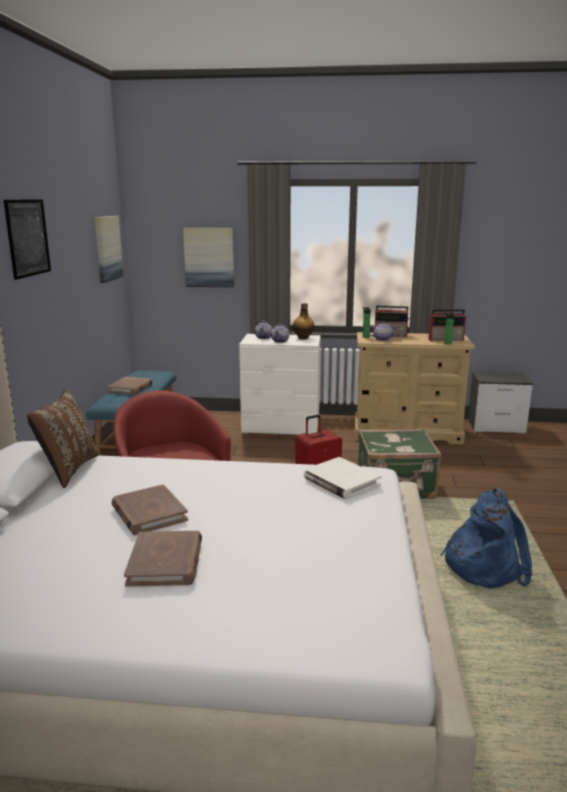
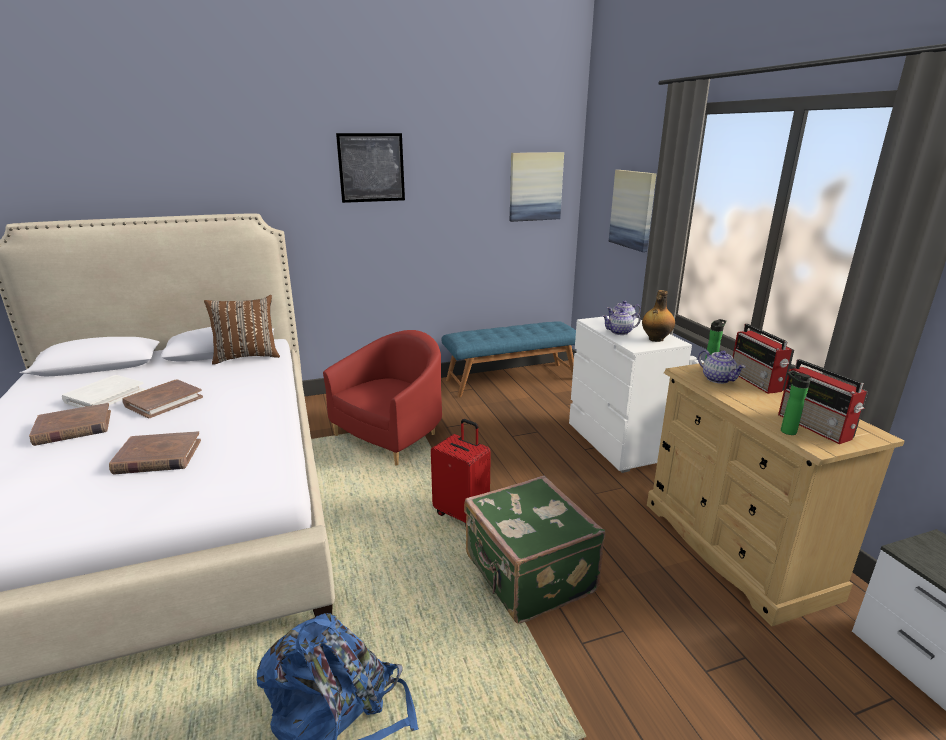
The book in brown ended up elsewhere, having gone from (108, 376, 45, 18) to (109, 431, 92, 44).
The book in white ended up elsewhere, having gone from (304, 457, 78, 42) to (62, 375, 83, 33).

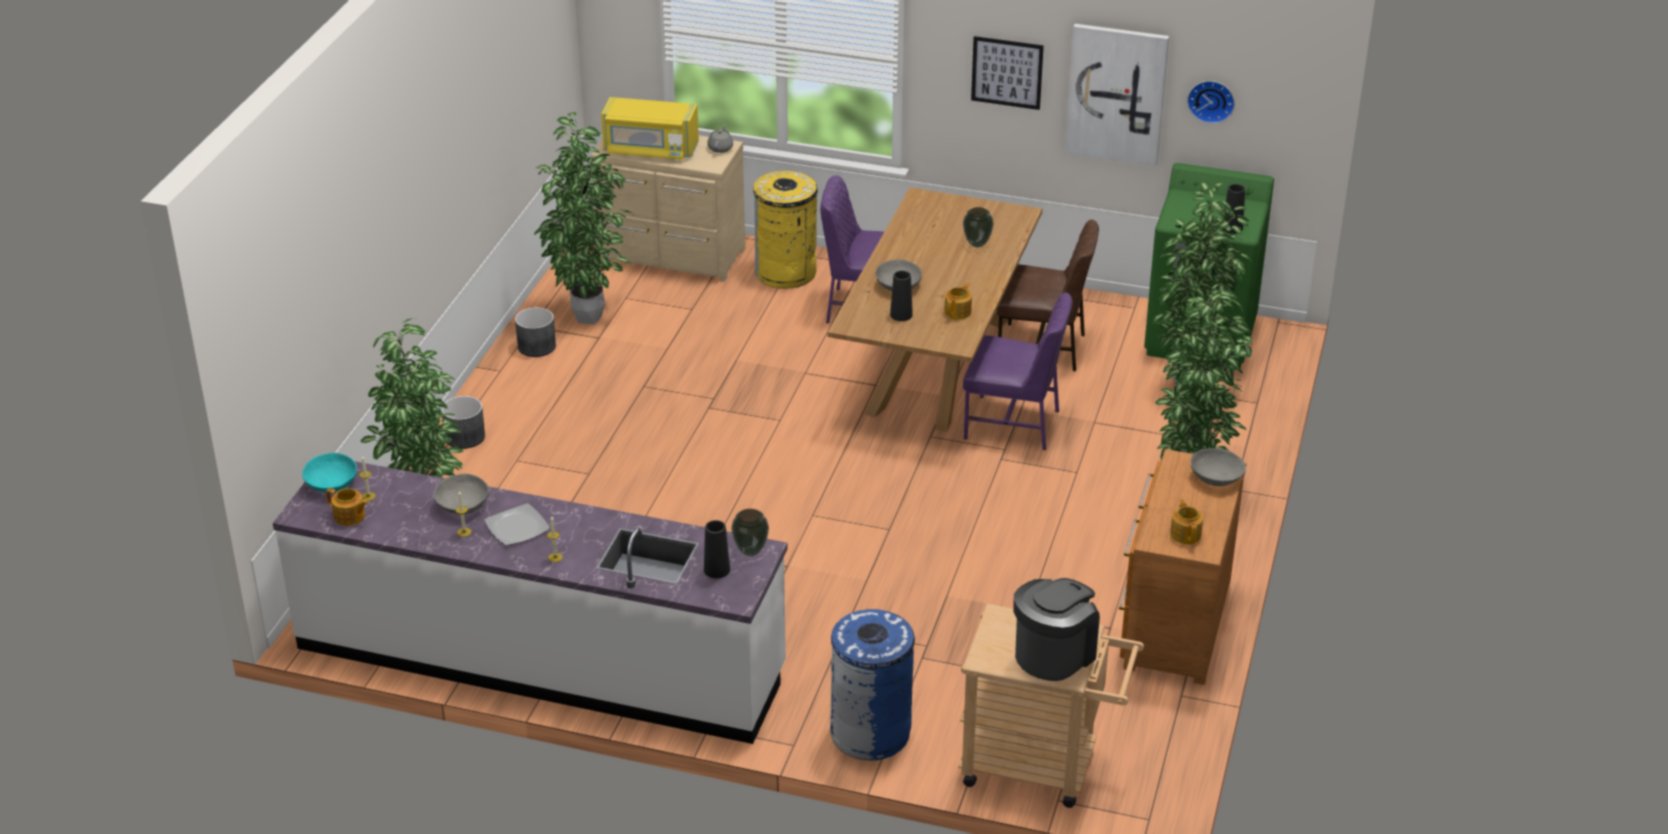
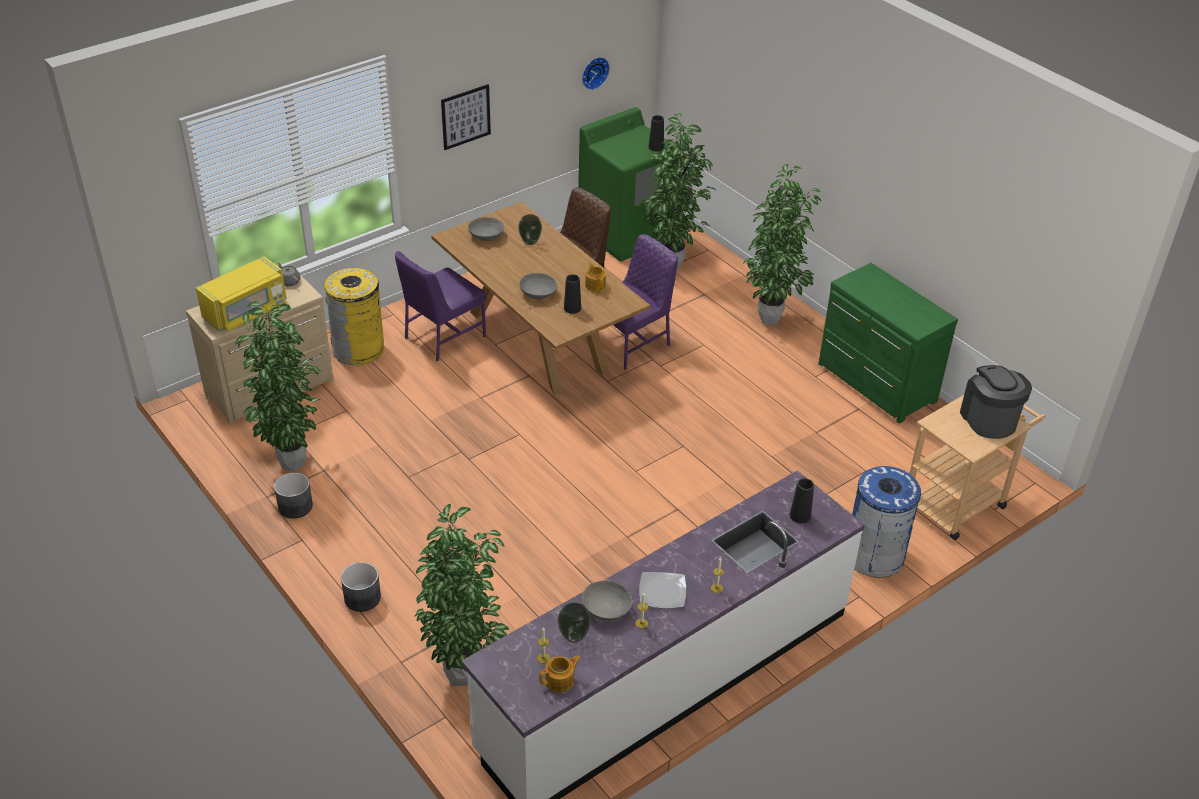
The second view lost the bowl in turquoise at (302, 453, 55, 40).
The second view lost the picture at (1065, 24, 104, 142).
The second view lost the teapot at (1170, 499, 33, 45).
The vase ended up elsewhere, having gone from (731, 509, 38, 47) to (557, 602, 34, 41).
The bowl in grey ended up elsewhere, having gone from (1190, 448, 56, 38) to (468, 217, 36, 24).
What was the dresser in brown at (1119, 449, 127, 236) turned into the dresser in green at (818, 263, 140, 161).

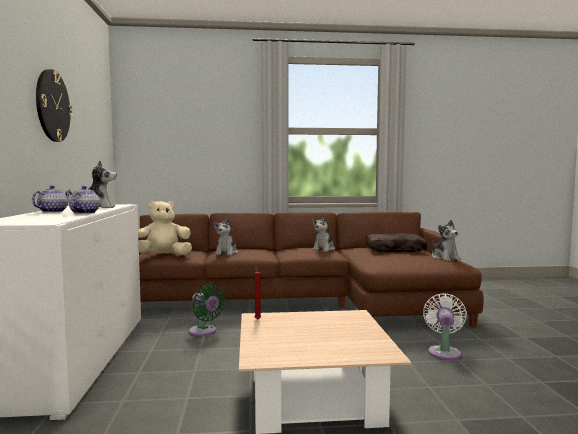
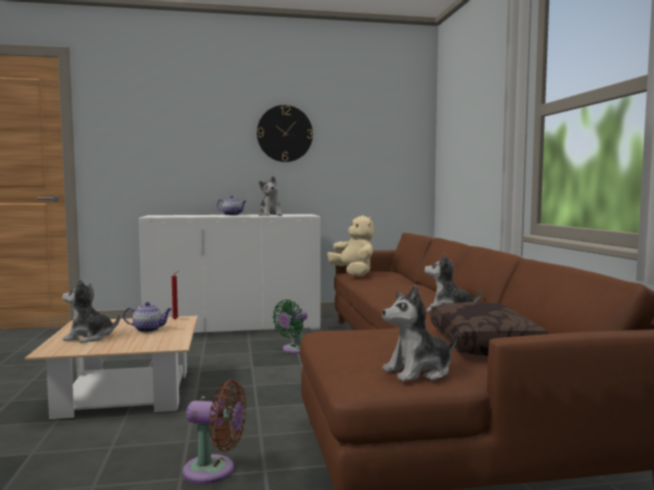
The teapot ended up elsewhere, having gone from (69, 186, 31, 28) to (123, 302, 49, 30).
The plush toy ended up elsewhere, having gone from (213, 217, 25, 39) to (62, 279, 58, 63).
What was the fan in white at (423, 293, 44, 67) turned into the fan in brown at (183, 380, 64, 104).

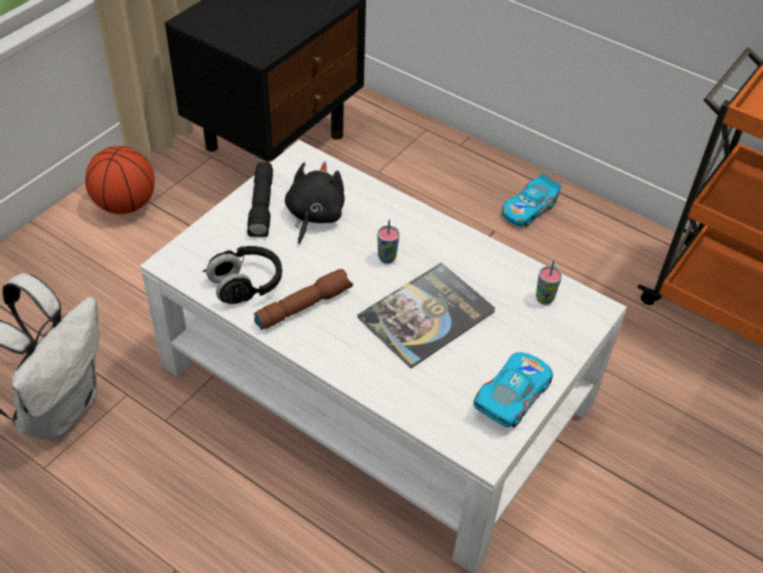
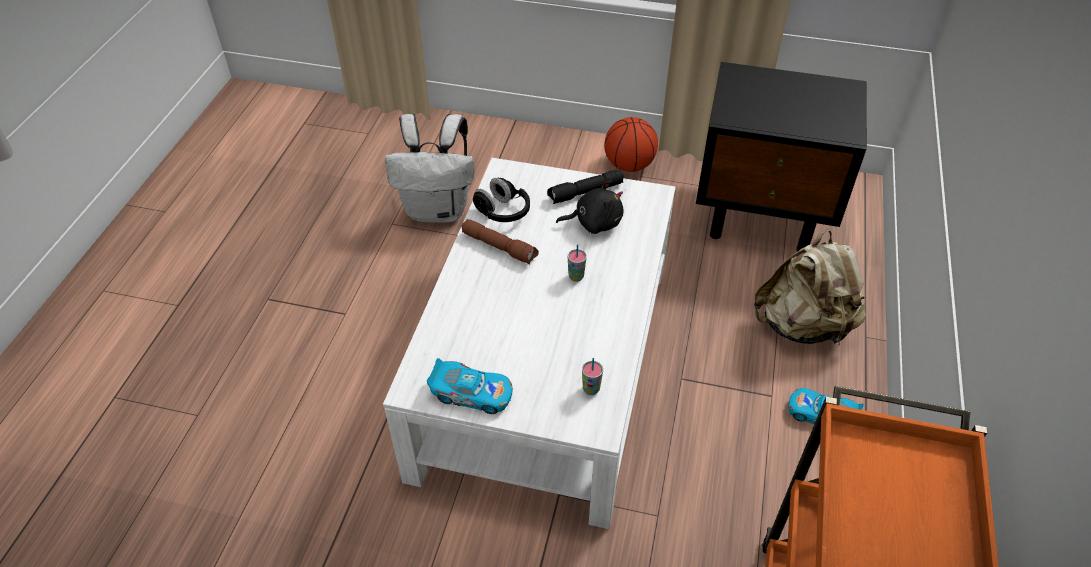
The second view lost the book at (358, 263, 137, 106).
The second view gained the backpack in beige at (754, 229, 112, 118).

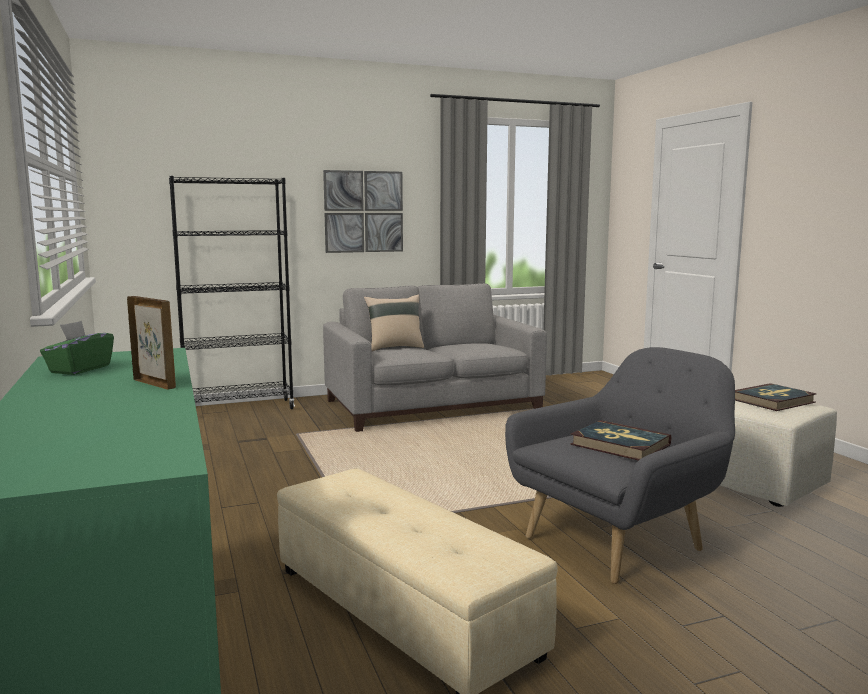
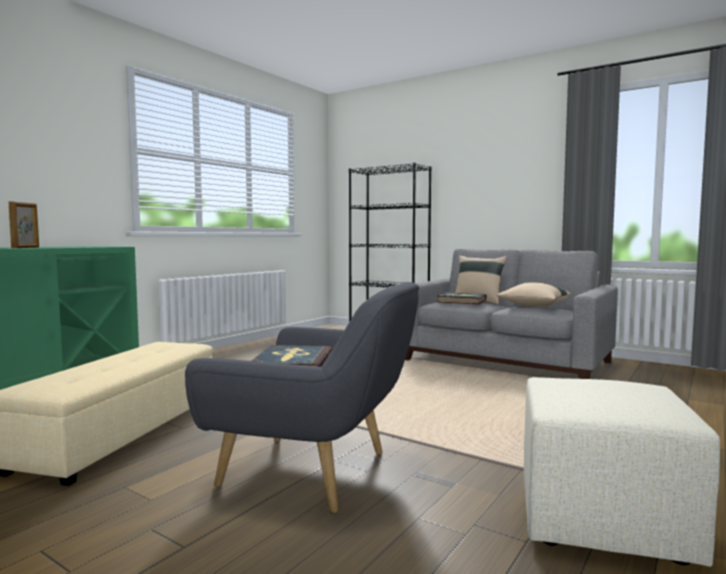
The second view lost the tissue box in green at (40, 321, 74, 54).
The second view lost the picture at (323, 170, 80, 83).
The second view gained the pillow in beige at (497, 282, 74, 25).
The book ended up elsewhere, having gone from (735, 383, 82, 28) to (437, 293, 49, 11).

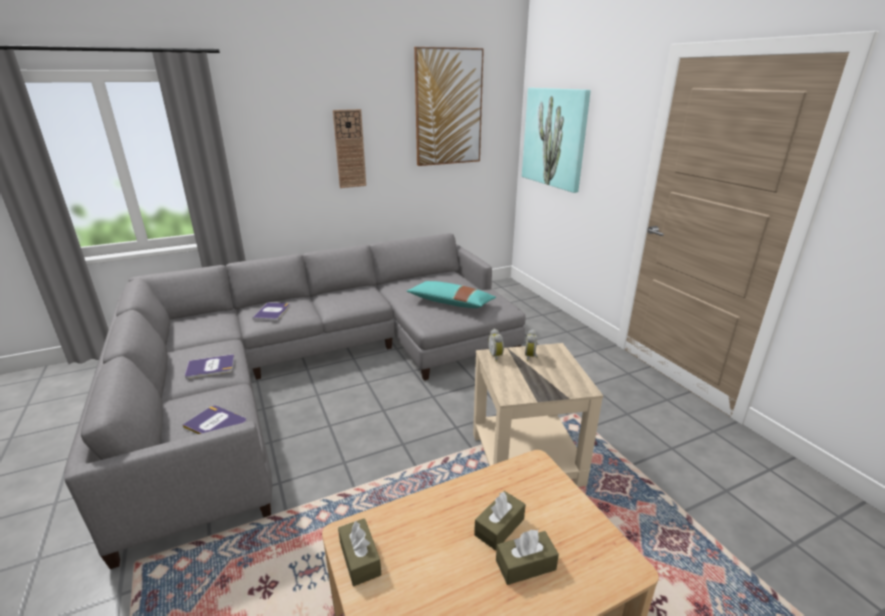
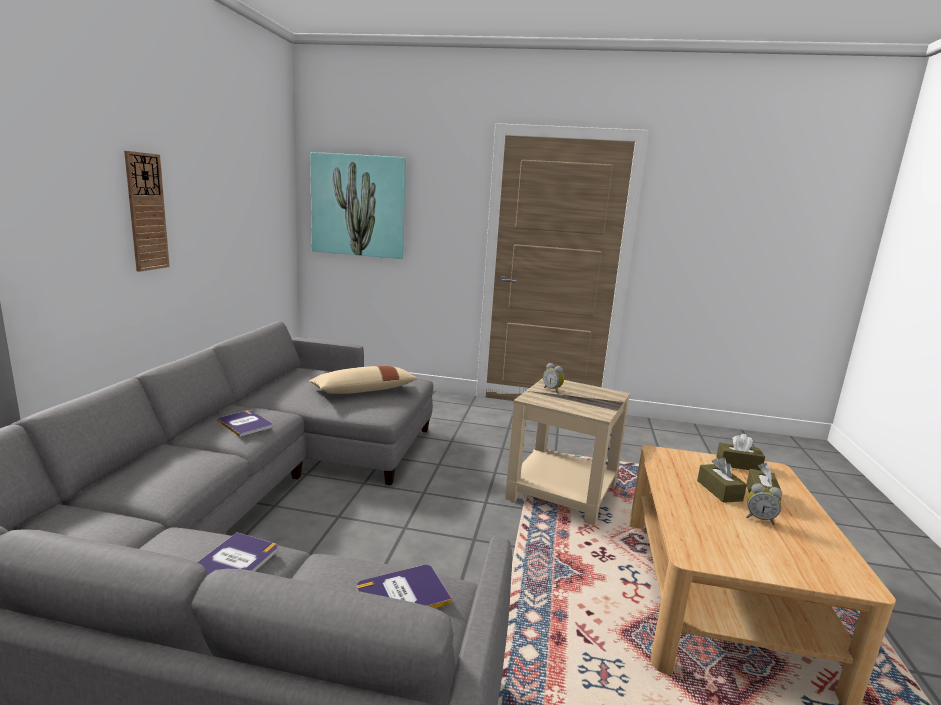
The second view lost the picture at (414, 47, 70, 119).
The book ended up elsewhere, having gone from (252, 302, 38, 19) to (216, 410, 56, 27).
The tissue box in brown ended up elsewhere, having gone from (338, 518, 43, 68) to (716, 434, 49, 37).
The alarm clock ended up elsewhere, having gone from (488, 329, 16, 32) to (746, 483, 36, 42).
What was the pillow in turquoise at (407, 281, 89, 27) turned into the pillow in beige at (309, 366, 110, 28).

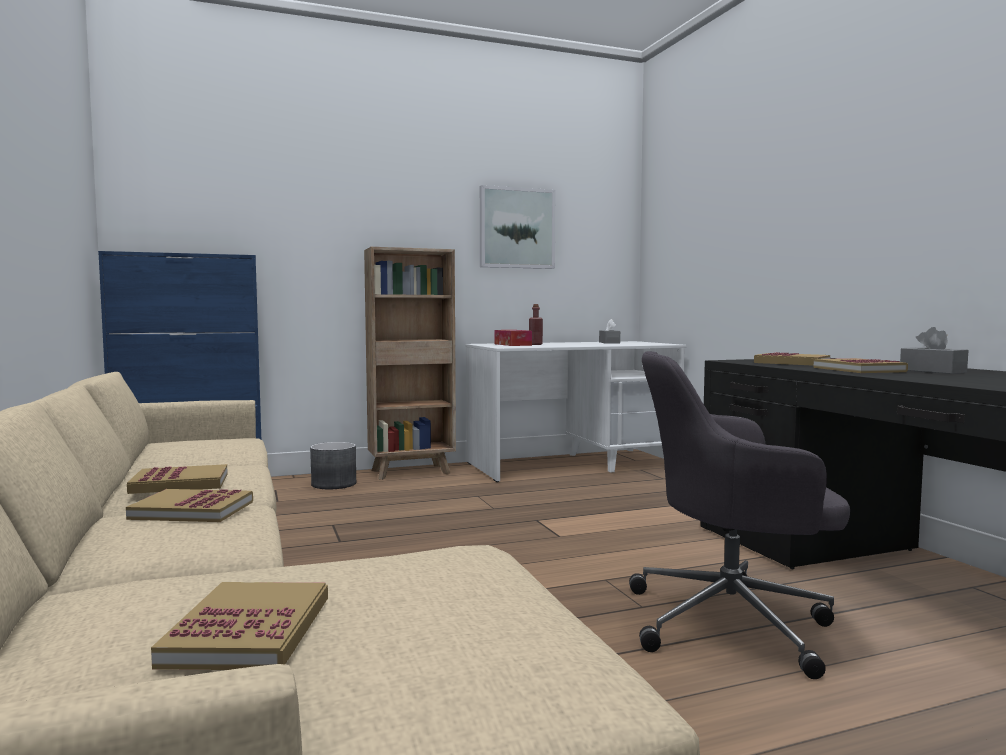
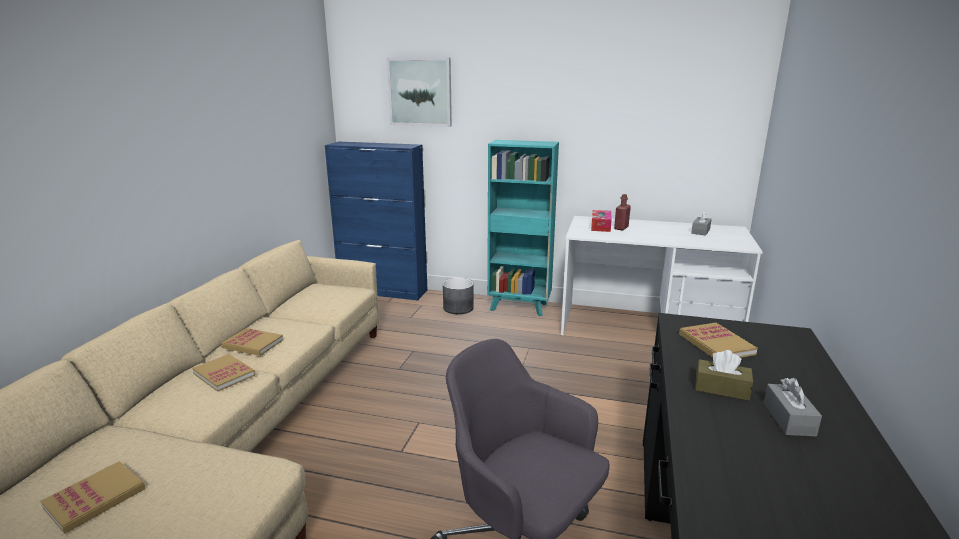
The picture ended up elsewhere, having gone from (480, 185, 75, 84) to (387, 58, 65, 69).
Where the book stood at (813, 358, 95, 15), the tissue box in brown came to stand at (695, 350, 58, 51).
What was the bookcase in brown at (364, 247, 92, 233) turned into the bookcase in turquoise at (487, 140, 72, 176).

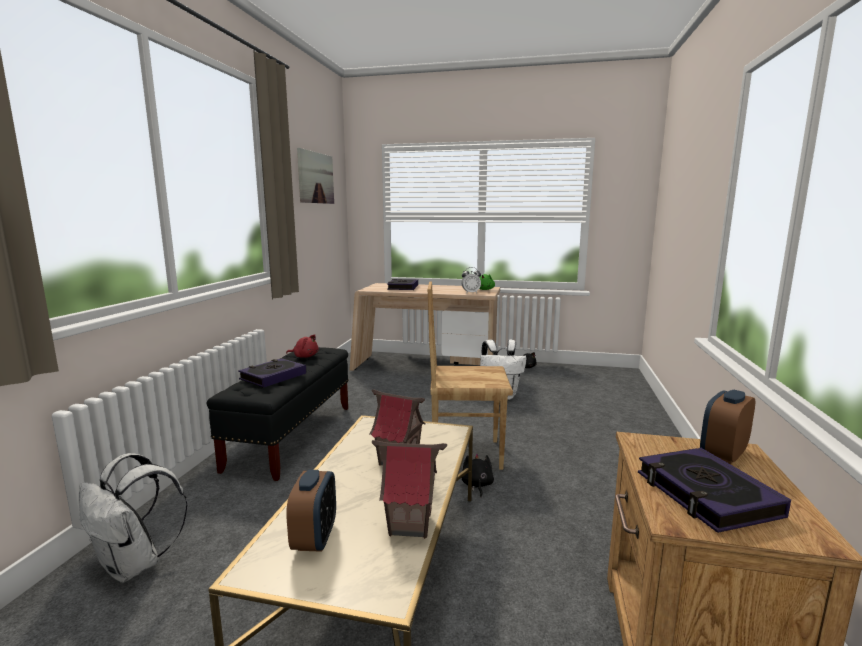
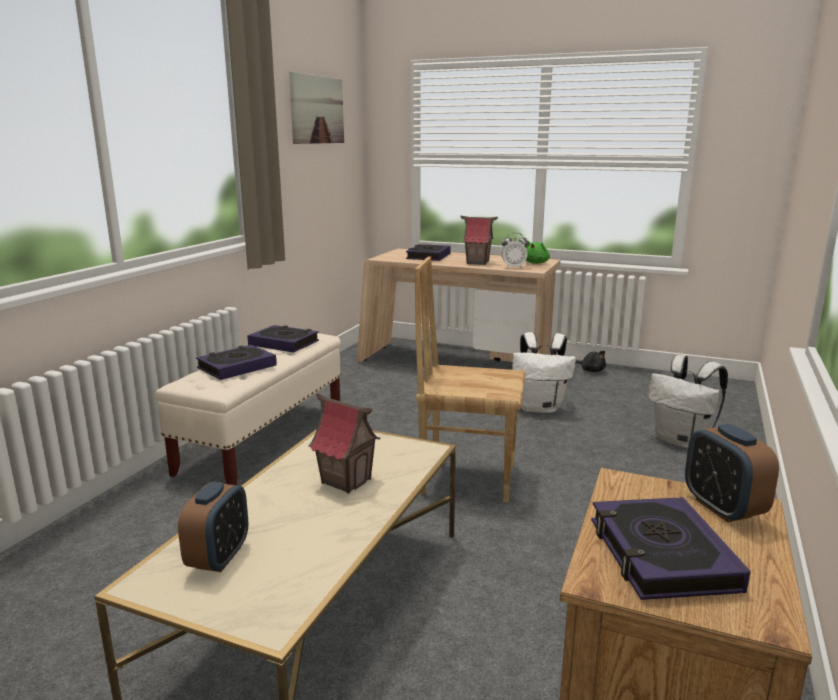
The second view lost the plush toy in black at (462, 453, 32, 45).
The backpack in white ended up elsewhere, having gone from (79, 453, 109, 130) to (648, 355, 80, 94).
The toy house ended up elsewhere, having gone from (372, 440, 75, 99) to (460, 216, 38, 49).
Where the plush toy in red stood at (286, 334, 33, 24), the book came to stand at (247, 325, 72, 28).
What was the bench in black at (207, 347, 142, 134) turned into the bench in beige at (155, 333, 186, 152).
The alarm clock at (700, 390, 55, 74) ended up facing another way, 75 degrees counterclockwise from before.

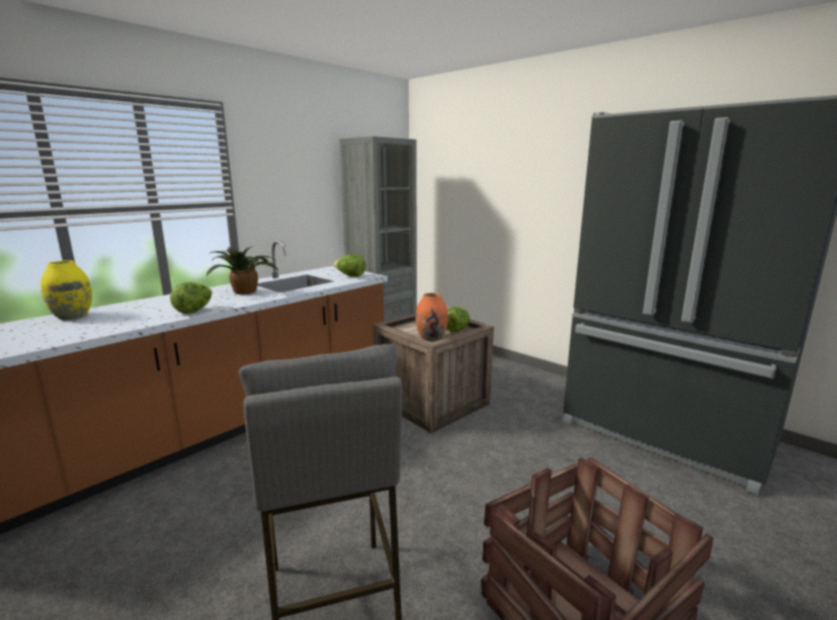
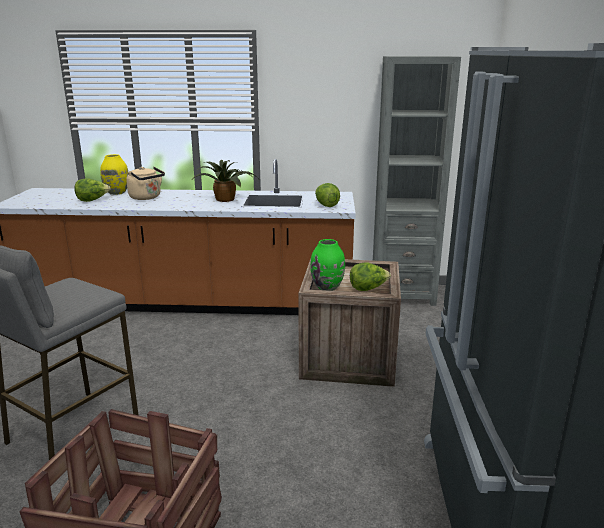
The second view gained the kettle in beige at (126, 167, 39, 33).
The lettuce ended up elsewhere, having gone from (170, 282, 42, 32) to (75, 178, 36, 24).
What was the vase in orange at (416, 293, 32, 49) turned into the vase in green at (310, 239, 35, 52).

